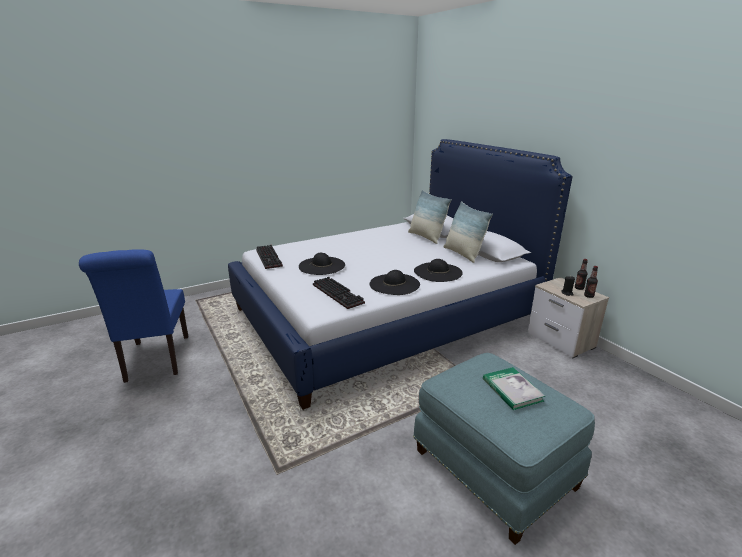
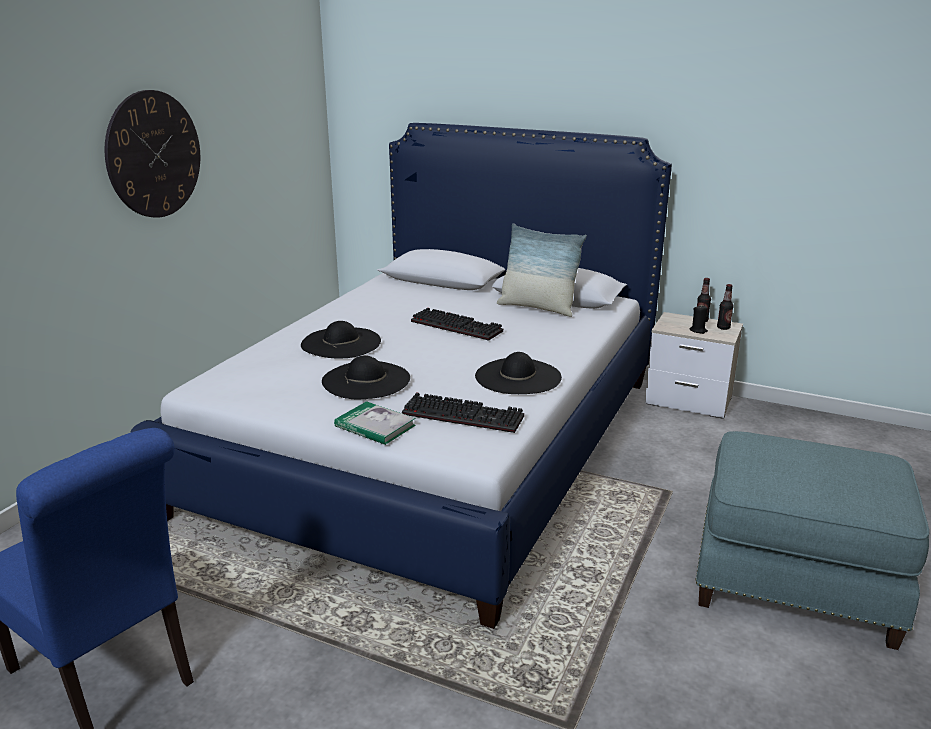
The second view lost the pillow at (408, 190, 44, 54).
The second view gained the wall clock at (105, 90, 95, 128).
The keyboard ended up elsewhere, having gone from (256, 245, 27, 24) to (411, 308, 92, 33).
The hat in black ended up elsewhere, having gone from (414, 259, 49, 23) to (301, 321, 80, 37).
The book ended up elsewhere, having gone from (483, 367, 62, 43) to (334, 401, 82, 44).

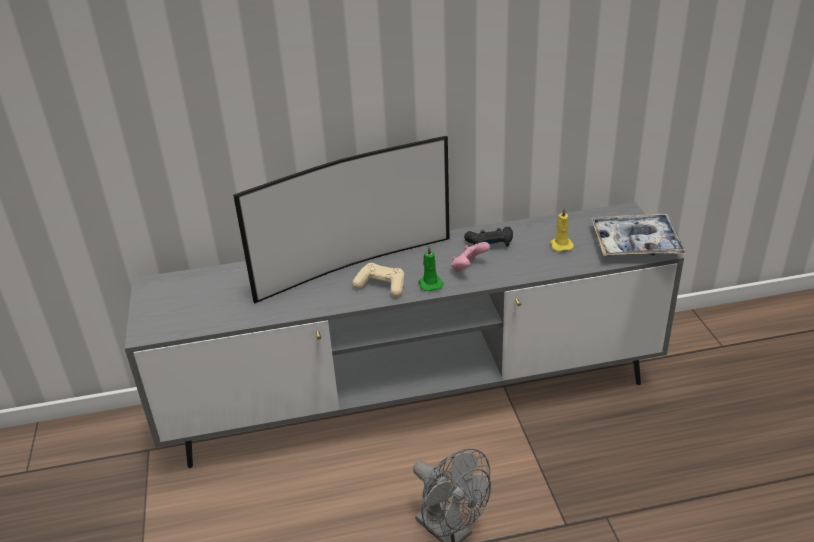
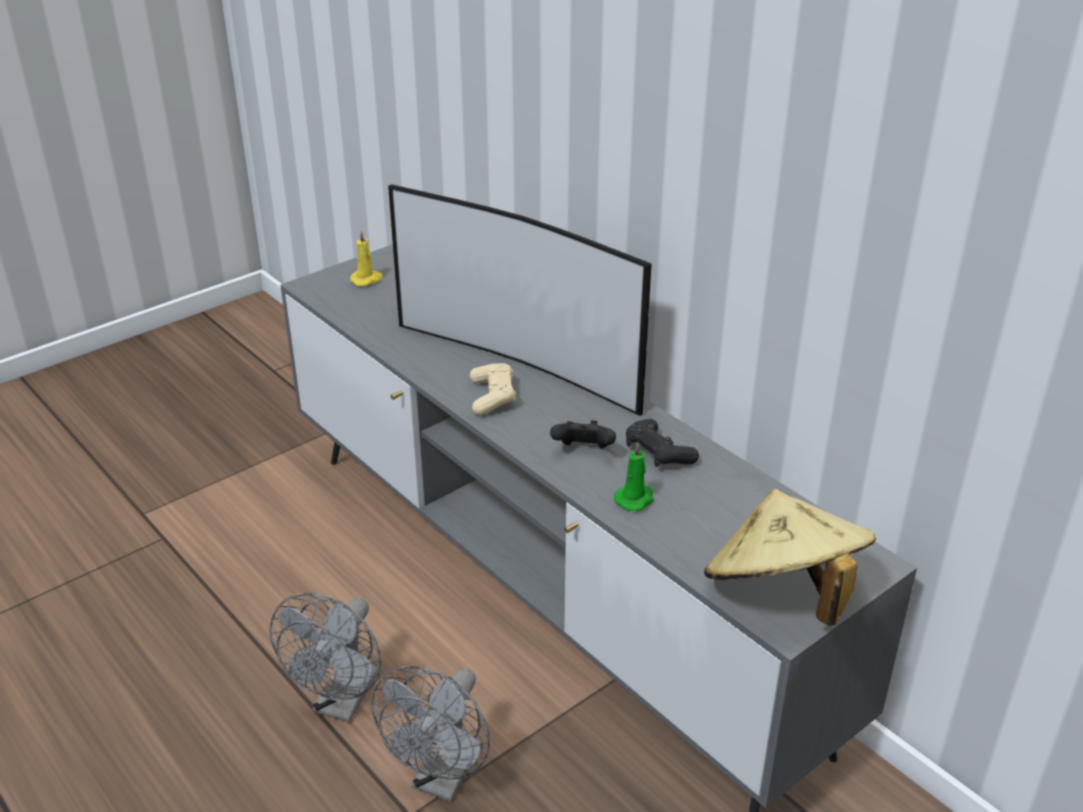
The second view gained the fan in grey at (371, 666, 119, 136).
The candle in green ended up elsewhere, having gone from (419, 246, 25, 45) to (614, 442, 40, 70).
The candle in yellow ended up elsewhere, having gone from (550, 208, 24, 44) to (350, 230, 33, 56).
Where the tray stood at (591, 214, 95, 42), the hat in beige came to stand at (704, 489, 172, 137).
What was the game controller in pink at (451, 242, 39, 30) turned into the game controller in black at (550, 420, 66, 29).

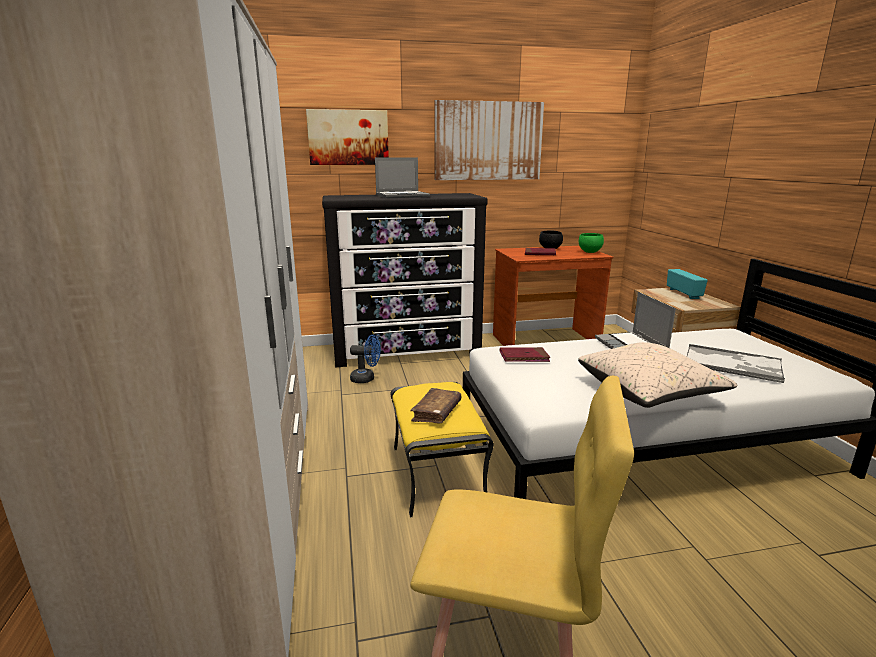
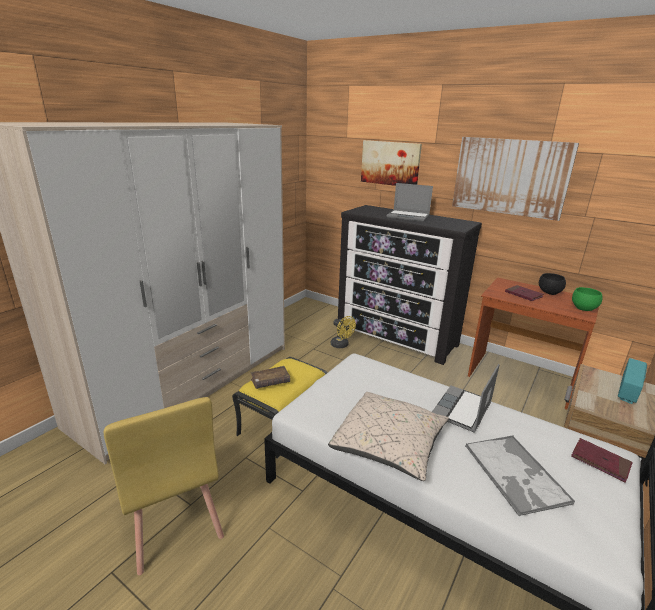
The book in red ended up elsewhere, having gone from (500, 347, 50, 15) to (571, 438, 62, 45).
What was the fan in blue at (350, 335, 31, 48) turned into the fan in yellow at (331, 316, 25, 32).

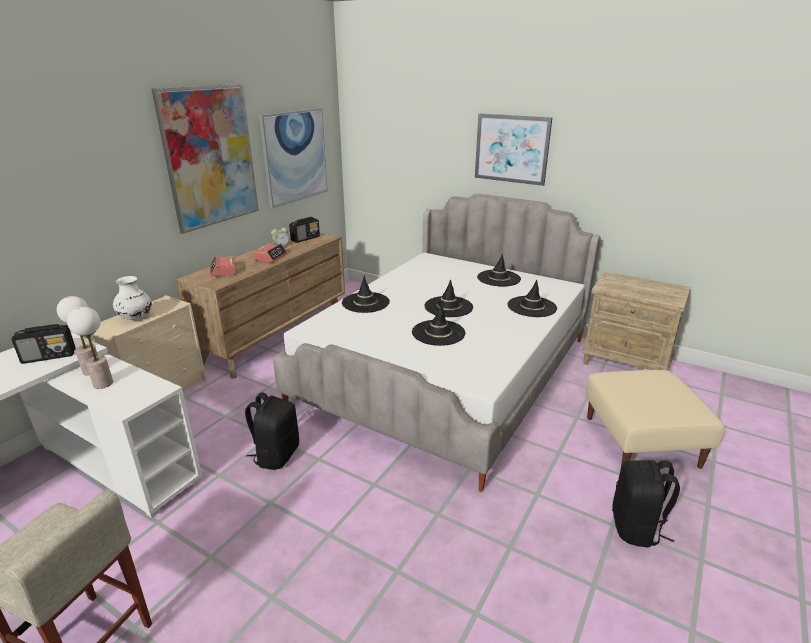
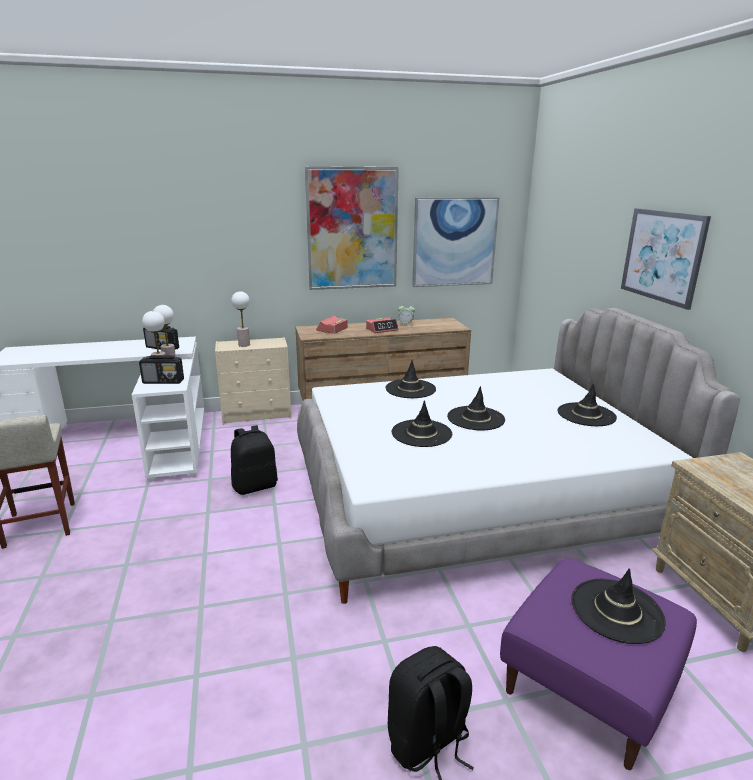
The radio ended up elsewhere, having gone from (289, 217, 31, 26) to (139, 355, 45, 29).
The hat in black ended up elsewhere, having gone from (508, 279, 49, 38) to (571, 568, 95, 76).
Where the vase in white stood at (113, 276, 39, 44), the table lamp came to stand at (231, 291, 19, 56).
What was the ottoman in beige at (585, 370, 140, 101) turned into the ottoman in purple at (500, 558, 197, 212).

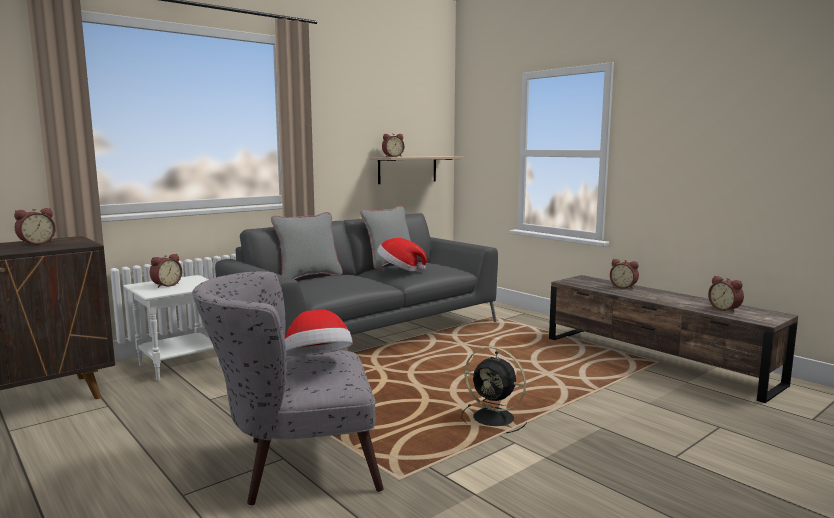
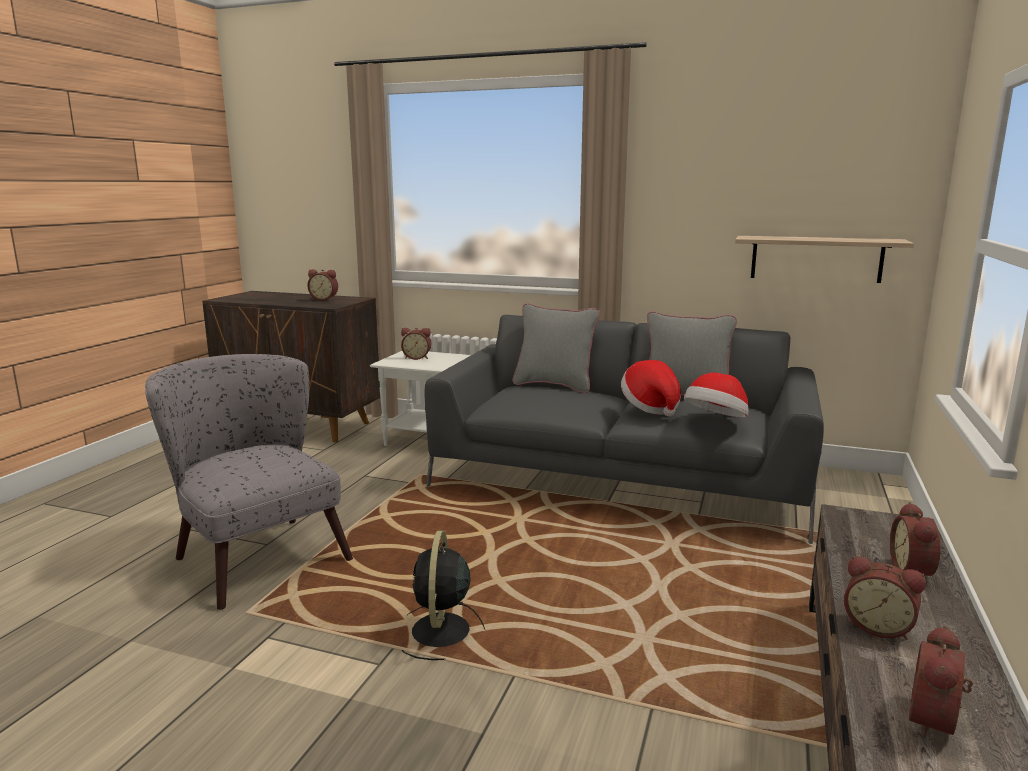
The hat ended up elsewhere, having gone from (285, 310, 68, 46) to (684, 372, 65, 46).
The alarm clock ended up elsewhere, having gone from (382, 134, 22, 23) to (844, 556, 82, 84).

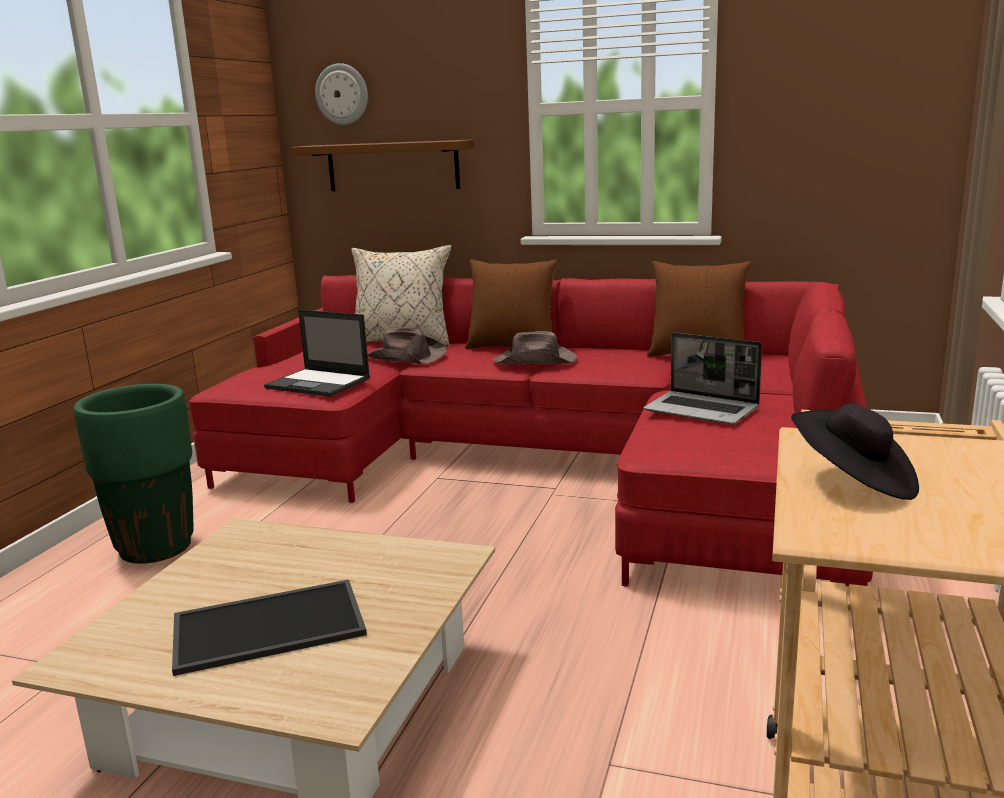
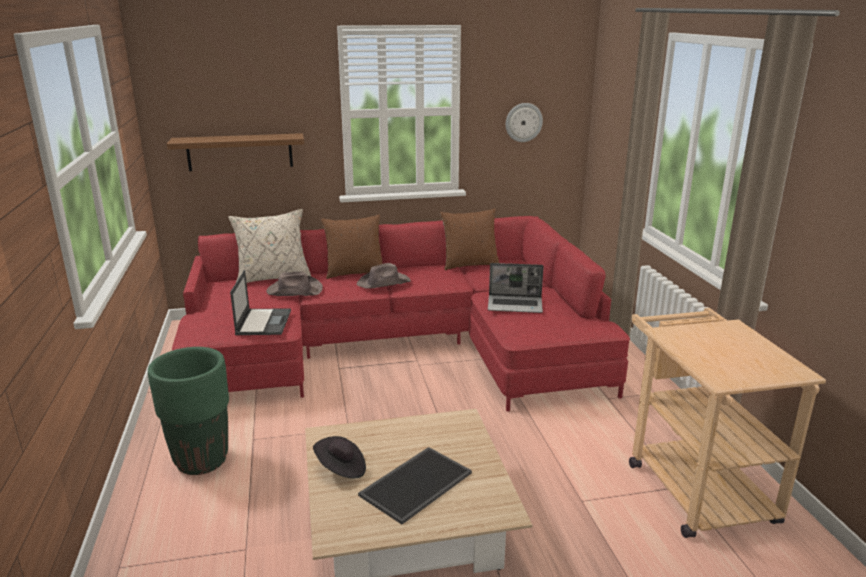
The wall clock ended up elsewhere, having gone from (315, 63, 53, 62) to (506, 103, 37, 39).
The hat in black ended up elsewhere, having gone from (791, 403, 128, 97) to (313, 436, 53, 42).
The laptop at (264, 310, 106, 87) ended up facing another way, 90 degrees counterclockwise from before.

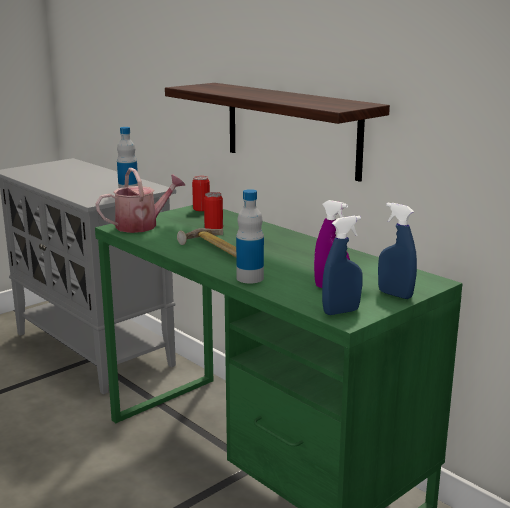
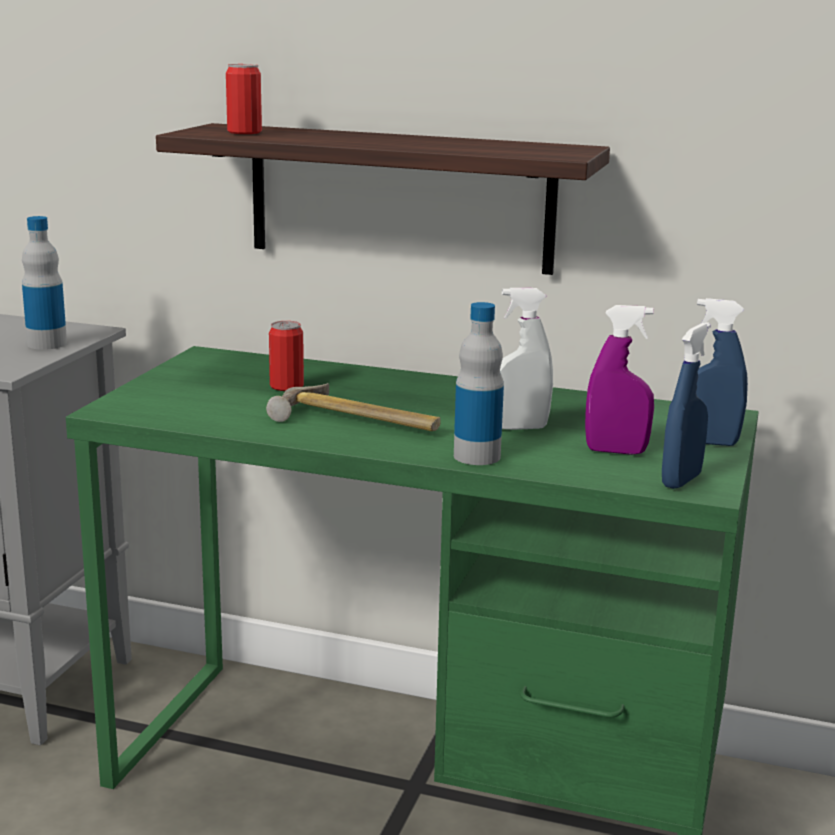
The second view lost the watering can at (96, 168, 89, 65).
The second view gained the spray bottle in white at (500, 288, 53, 142).
The can ended up elsewhere, having gone from (192, 176, 18, 35) to (226, 64, 36, 70).

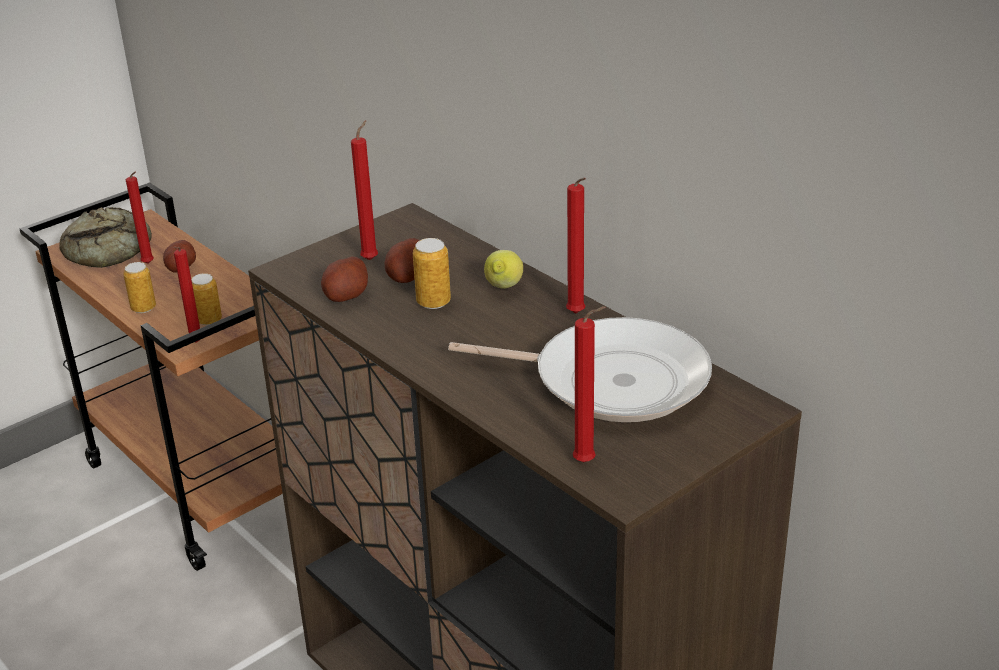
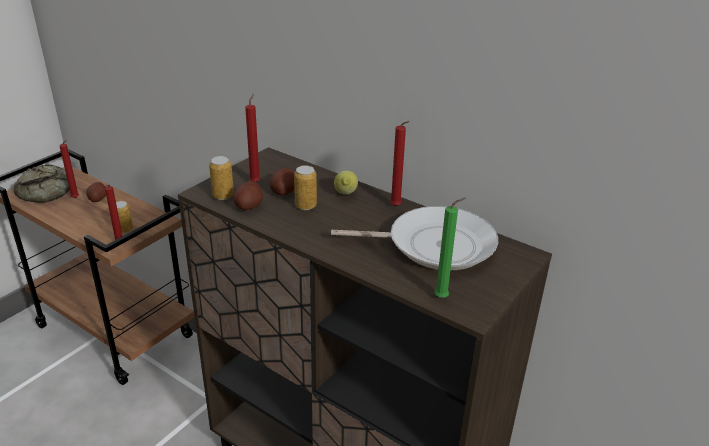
The can ended up elsewhere, having gone from (123, 262, 33, 51) to (209, 156, 25, 44).
What was the candle in red at (573, 306, 33, 156) turned into the candle in green at (434, 197, 32, 101).

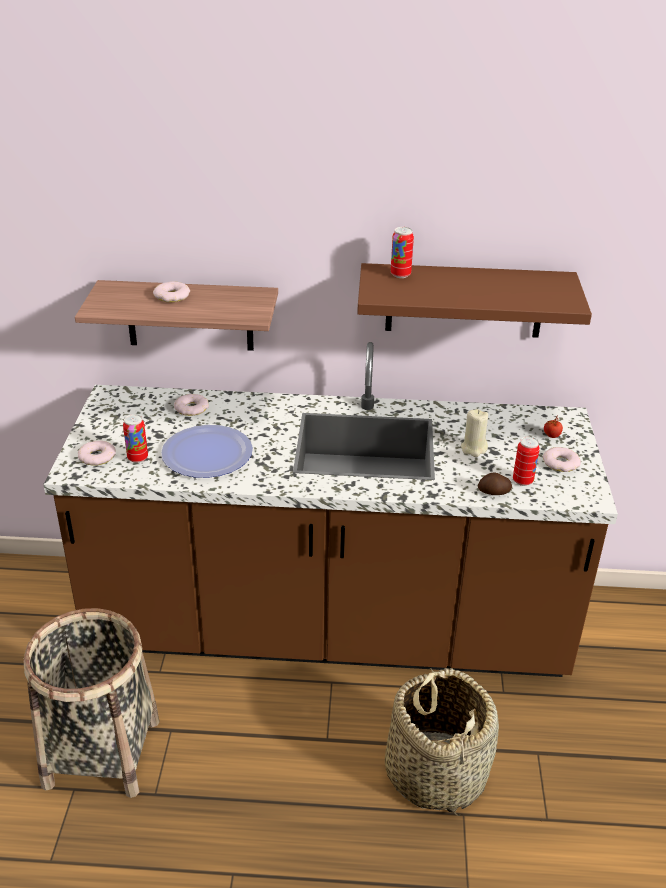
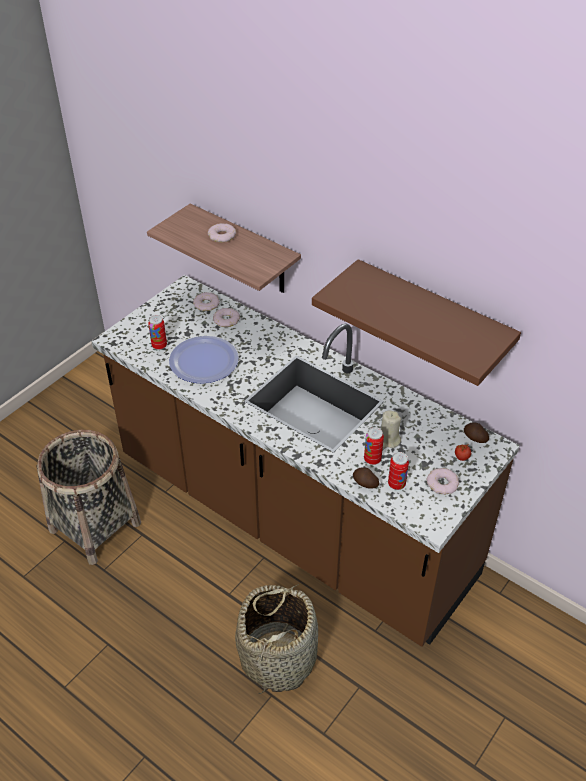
The second view gained the potato at (464, 422, 25, 21).
The donut ended up elsewhere, having gone from (78, 441, 38, 25) to (193, 292, 27, 19).
The can ended up elsewhere, having gone from (391, 227, 23, 51) to (364, 427, 20, 38).

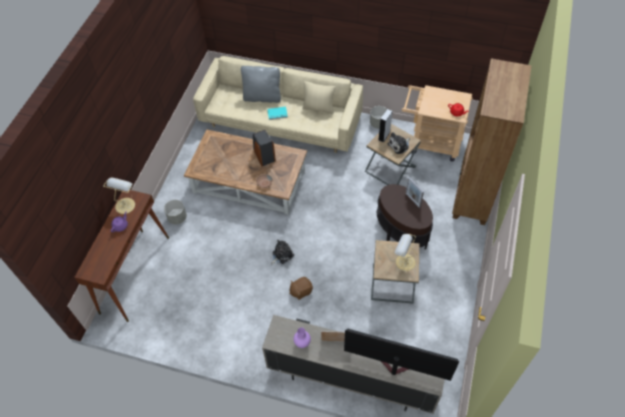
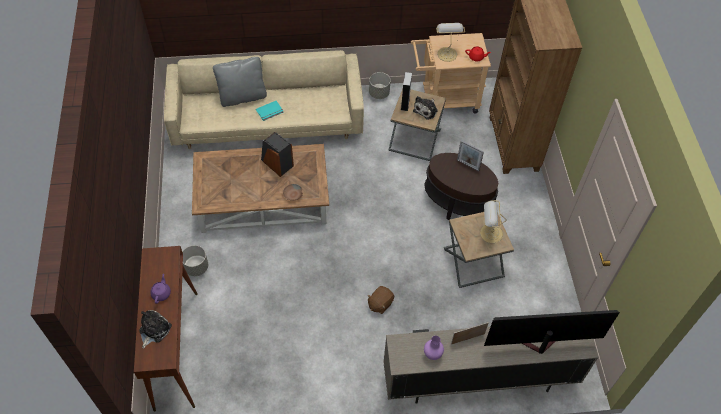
The second view lost the pillow in beige at (302, 81, 34, 34).
The table lamp ended up elsewhere, having gone from (103, 178, 32, 36) to (436, 23, 29, 39).
The plush toy ended up elsewhere, having gone from (271, 240, 23, 25) to (139, 310, 33, 39).

